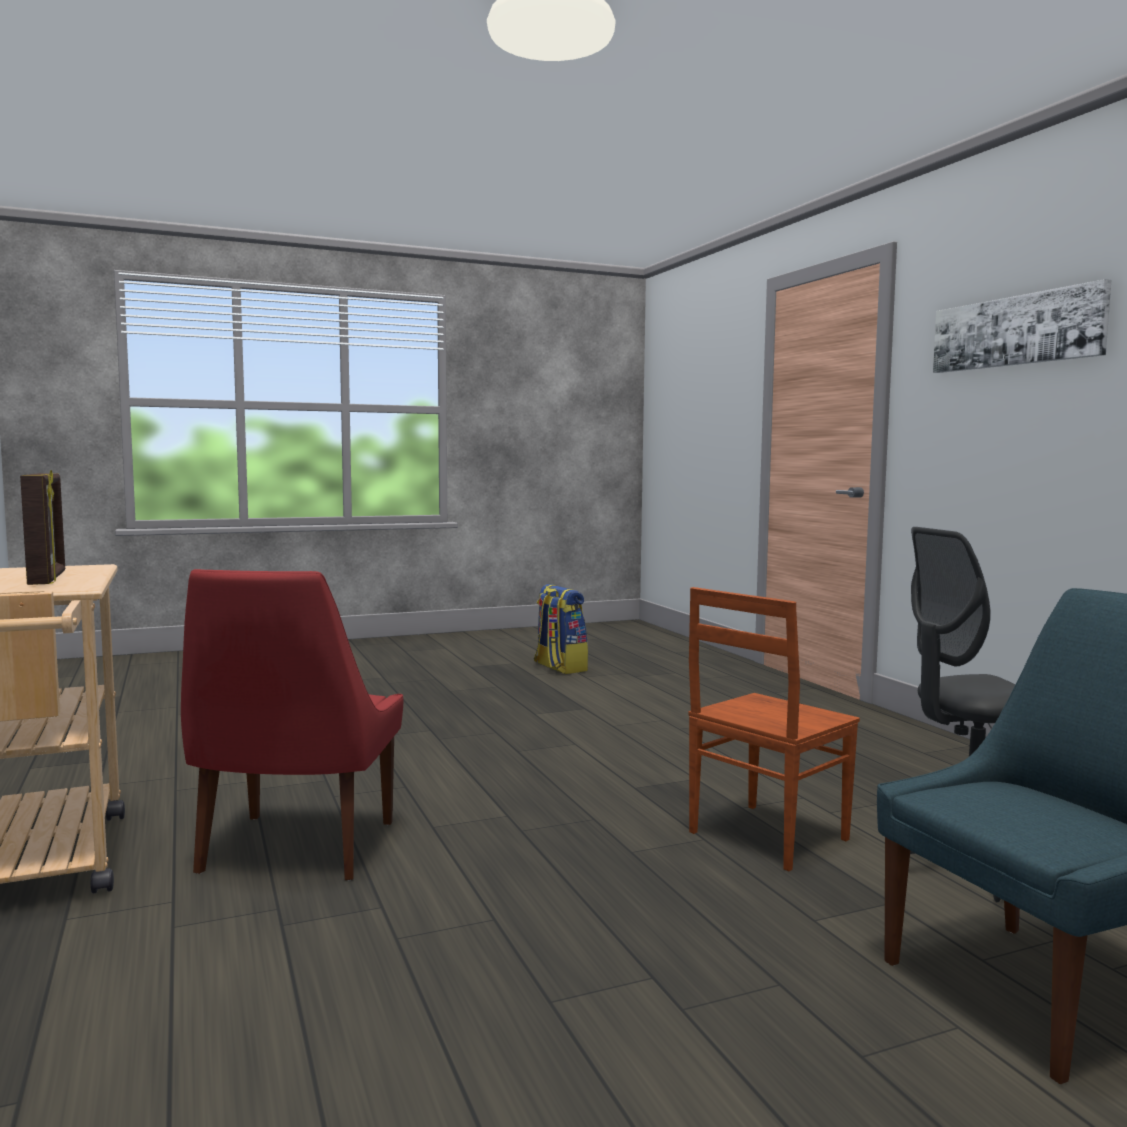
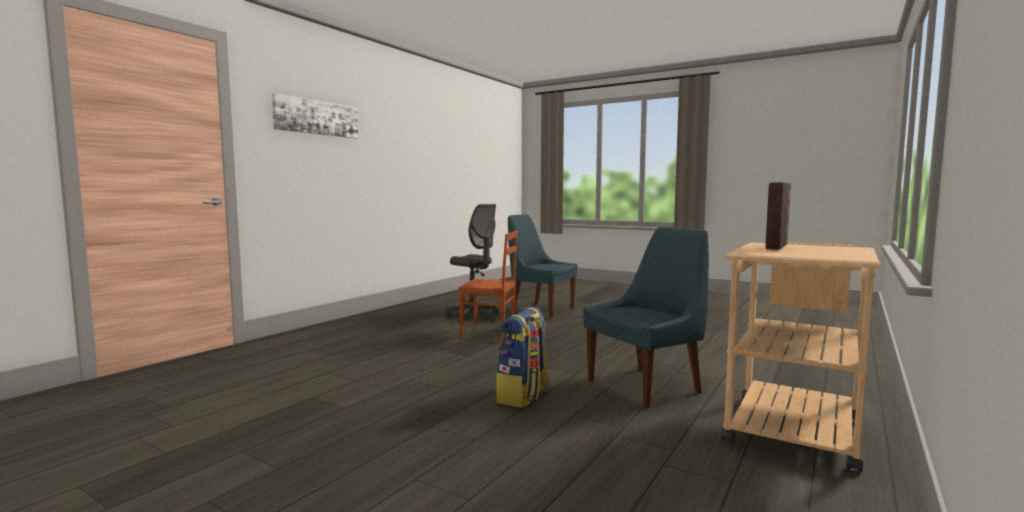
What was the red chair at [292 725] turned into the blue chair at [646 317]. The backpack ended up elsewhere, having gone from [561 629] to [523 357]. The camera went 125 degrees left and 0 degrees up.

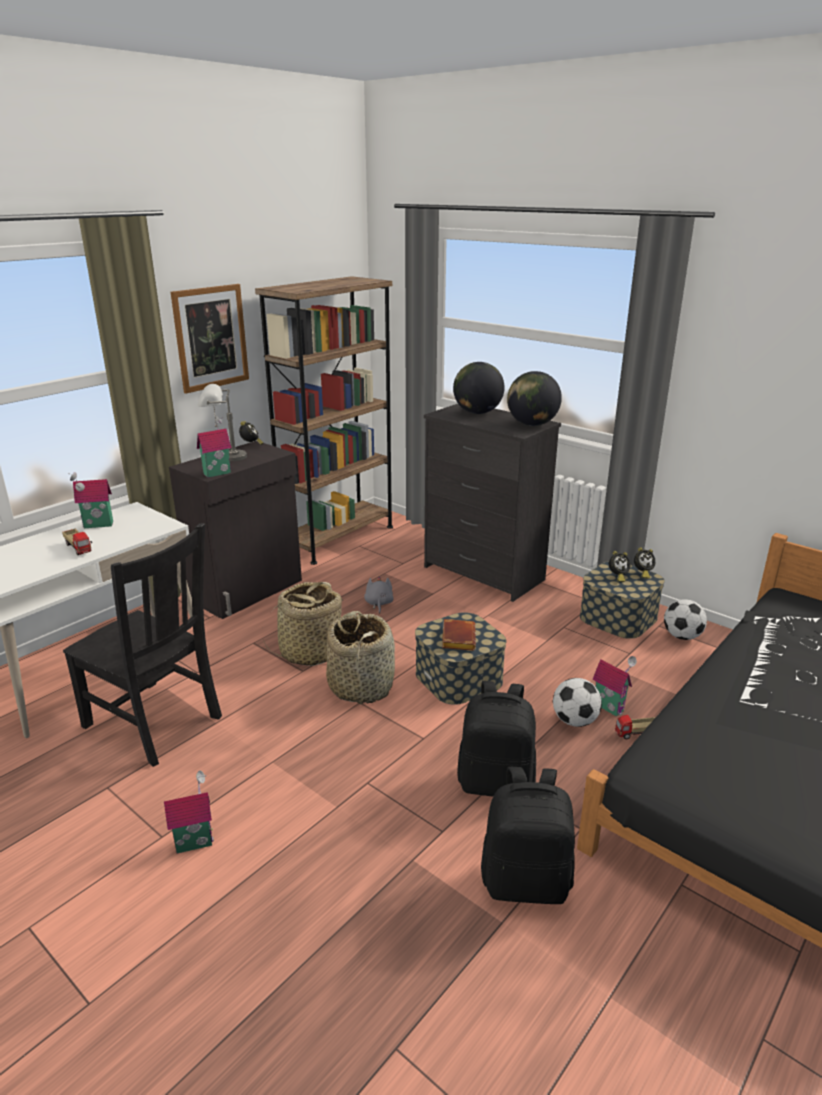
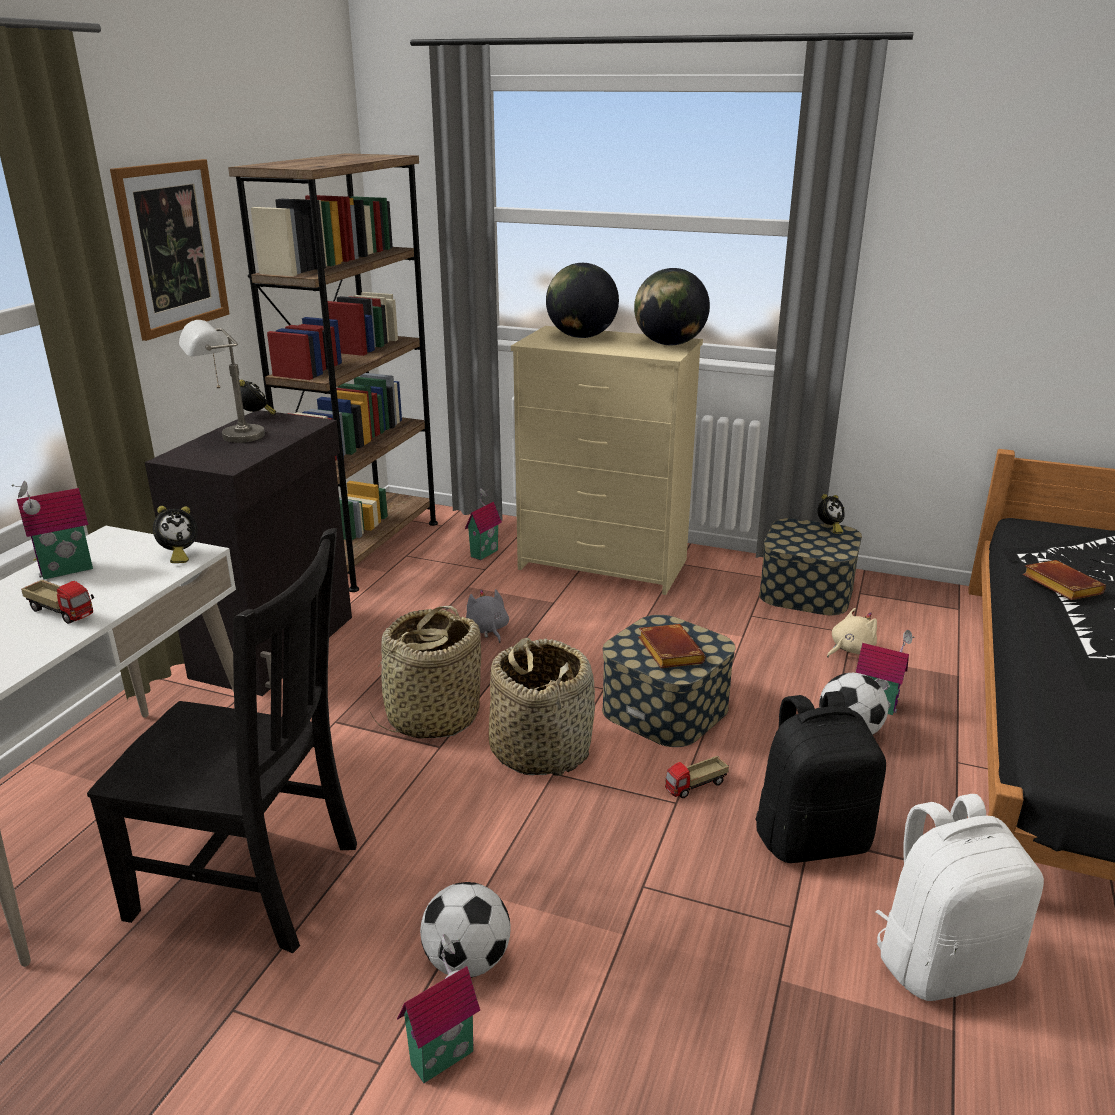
The toy house ended up elsewhere, having gone from [214 447] to [483 524]. What was the black dresser at [492 503] turned into the beige dresser at [607 460]. What was the black backpack at [528 835] turned into the white backpack at [959 897]. The alarm clock ended up elsewhere, having gone from [619 566] to [175 534]. The toy truck ended up elsewhere, having gone from [635 727] to [697 777]. The football ended up elsewhere, having gone from [685 619] to [465 930]. The second view gained the beige plush toy at [852 633]. The second view gained the brown book at [1064 580]. The camera went 20 degrees left and 0 degrees up.

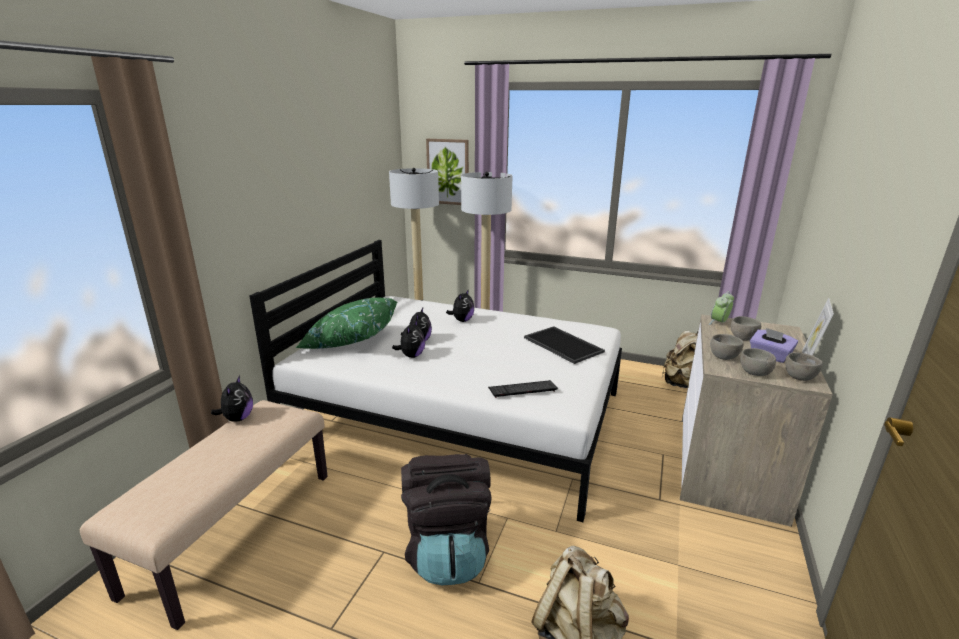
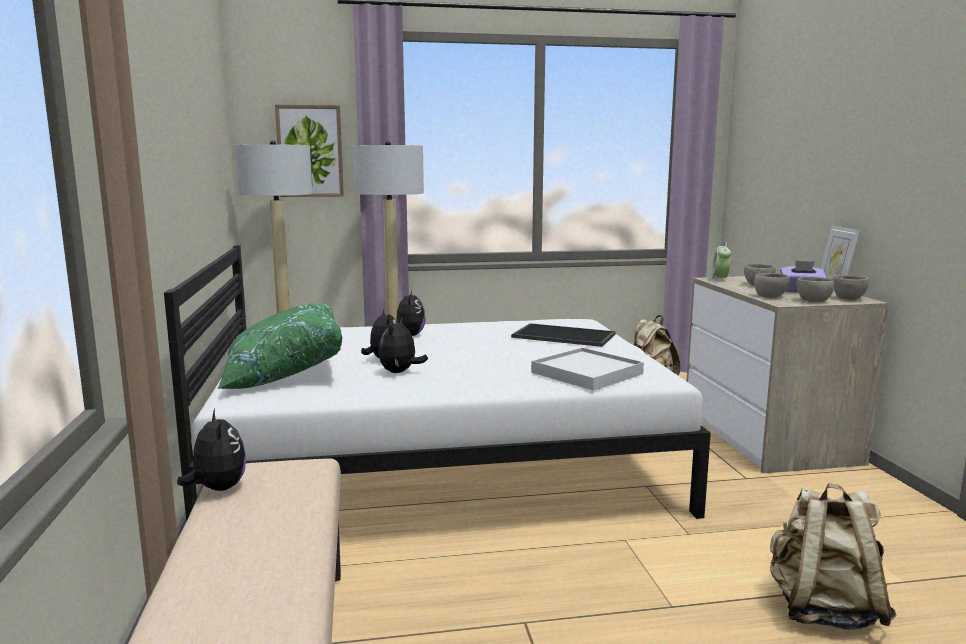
The plush toy at [408 339] ended up facing another way, 150 degrees counterclockwise from before. The second view lost the black backpack at [446 519]. Where the keyboard stood at [523 389], the white tray came to stand at [587 369]. The camera went 30 degrees left and 10 degrees down.

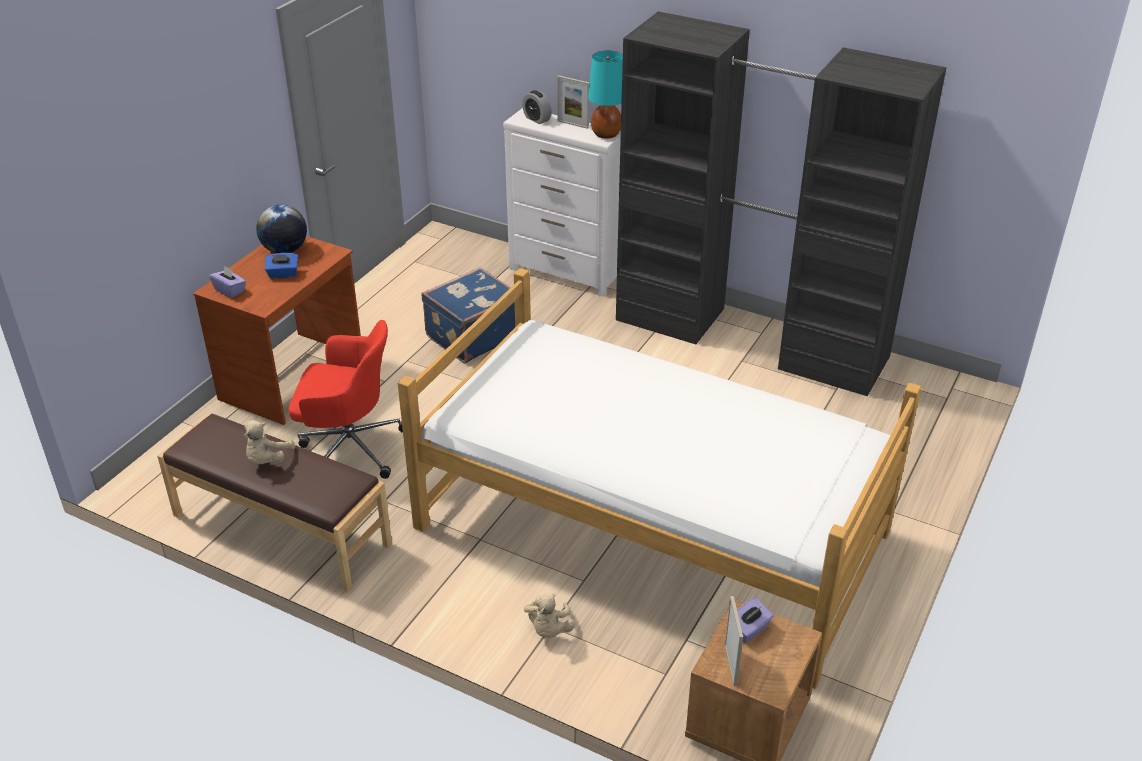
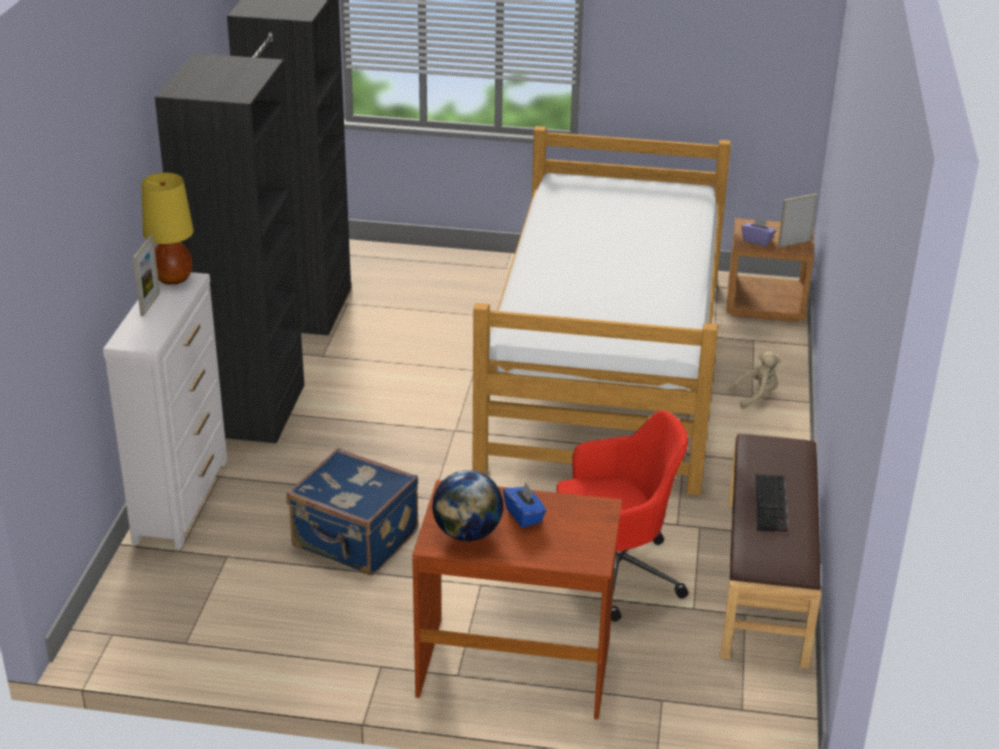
The second view lost the purple tissue box at [227 282]. Where the beige plush toy stood at [269 442], the keyboard came to stand at [771 503]. The red office chair at [346 399] ended up facing another way, 90 degrees clockwise from before. The second view lost the alarm clock at [537 107]. What was the turquoise table lamp at [605 94] turned into the yellow table lamp at [168 229]. The camera went 110 degrees left and 5 degrees down.

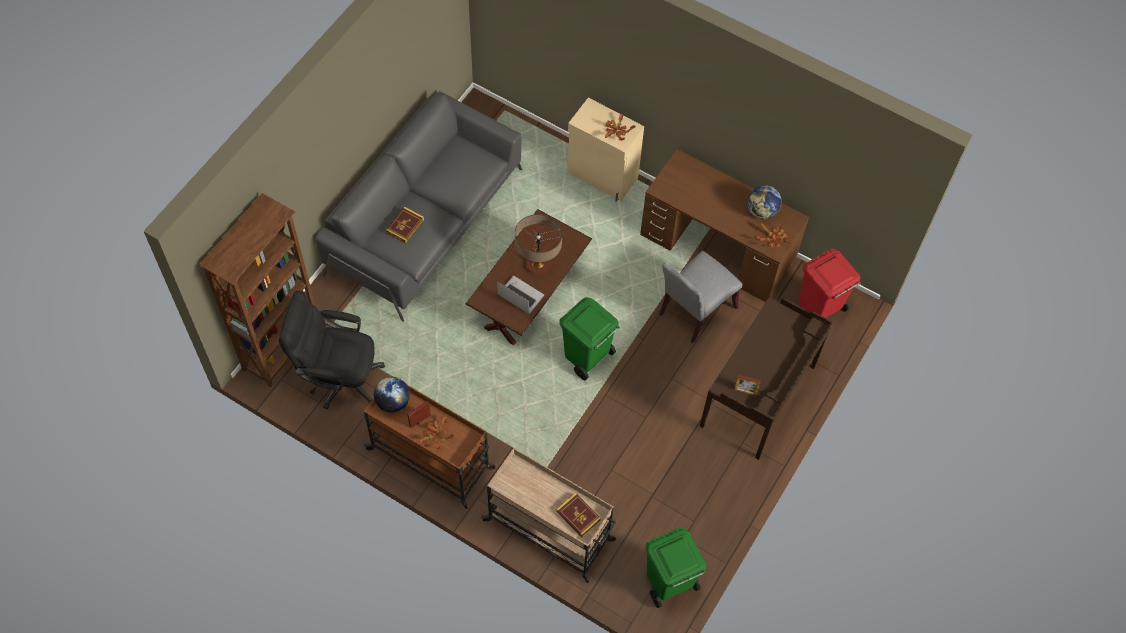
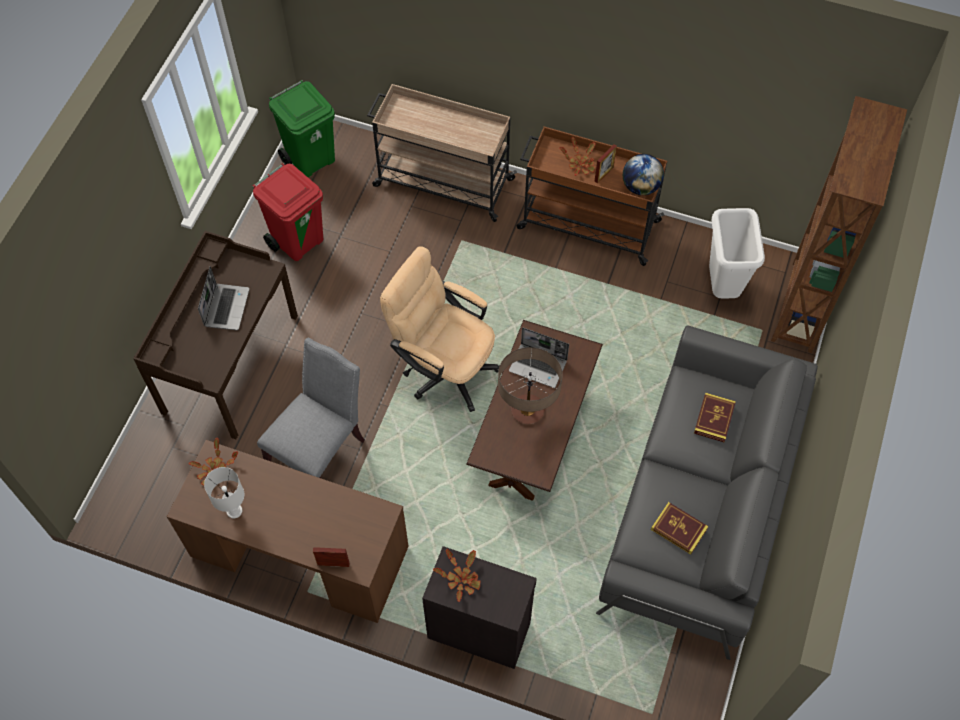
Where the black office chair stood at [332 349], the white trash can came to stand at [737 253]. The book ended up elsewhere, having gone from [578 515] to [680 528]. Where the green trash can stood at [589 338], the beige office chair came to stand at [439 329]. What was the beige cabinet at [605 150] turned into the black cabinet at [479 607]. The picture frame ended up elsewhere, having gone from [747 385] to [331 557]. Where the globe stood at [765 202], the white table lamp came to stand at [224 492]. The red trash can ended up elsewhere, having gone from [829 283] to [287 212]. The second view gained the laptop at [223 298]. The camera went 170 degrees right and 0 degrees up.

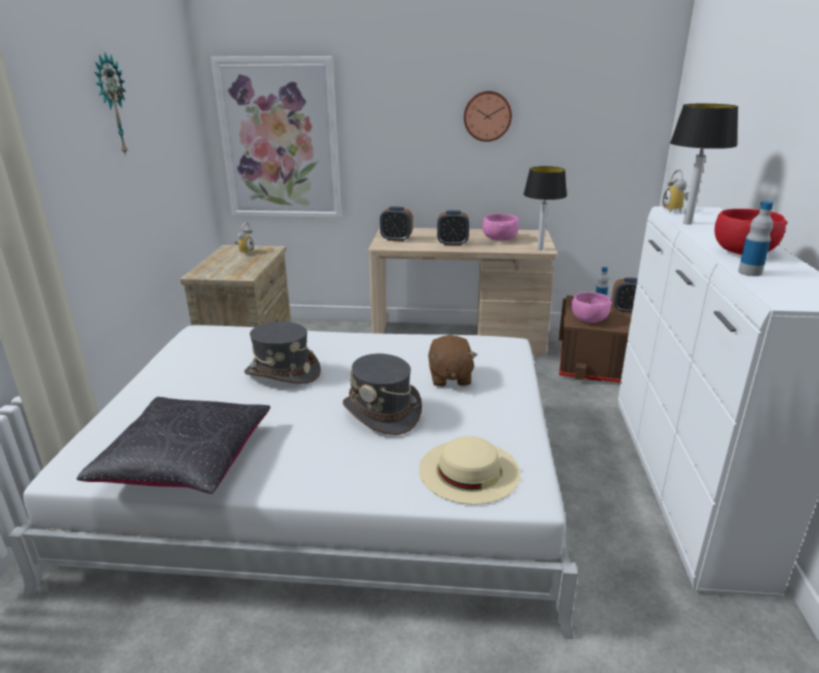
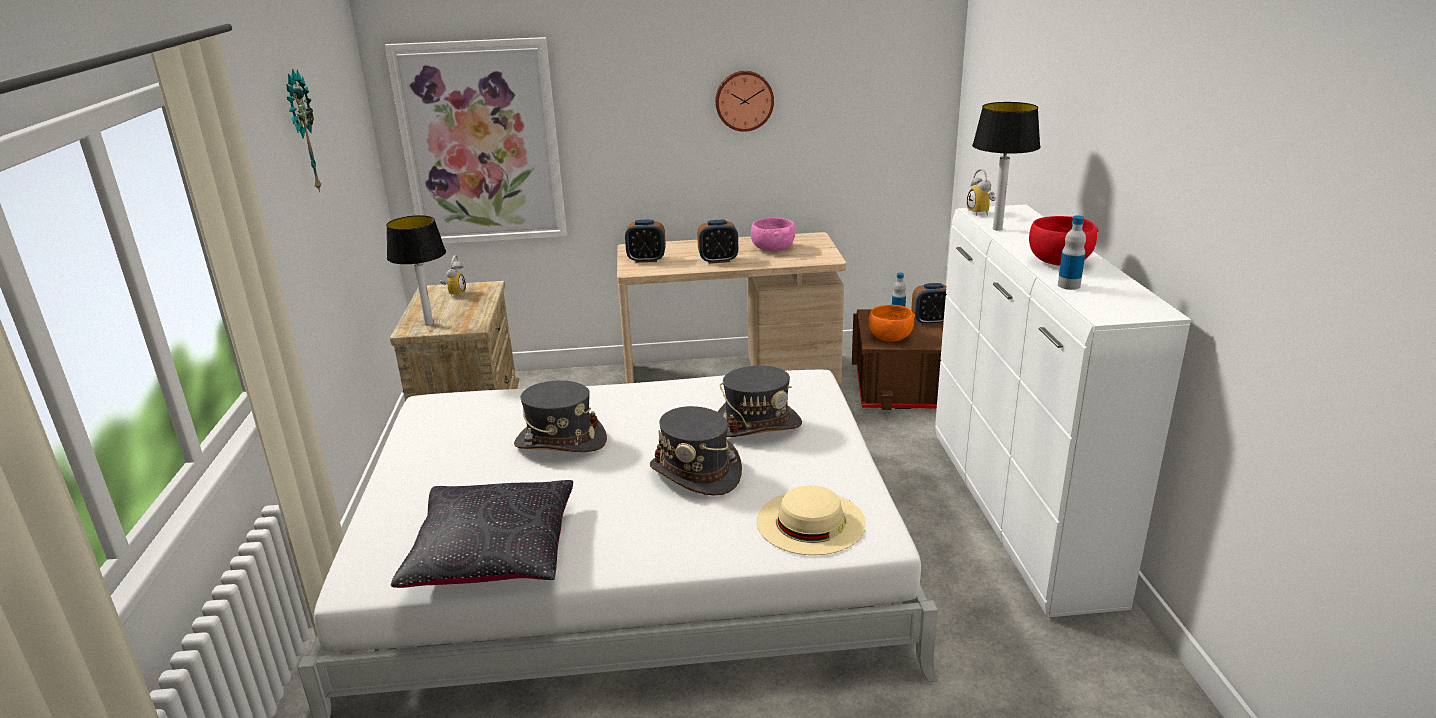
Where the brown plush toy stood at [452 361], the grey hat came to stand at [760 401]. The table lamp ended up elsewhere, having gone from [545 208] to [416 270]. What was the pink bowl at [592 307] turned into the orange bowl at [892 323]. The camera went 10 degrees left and 0 degrees up.

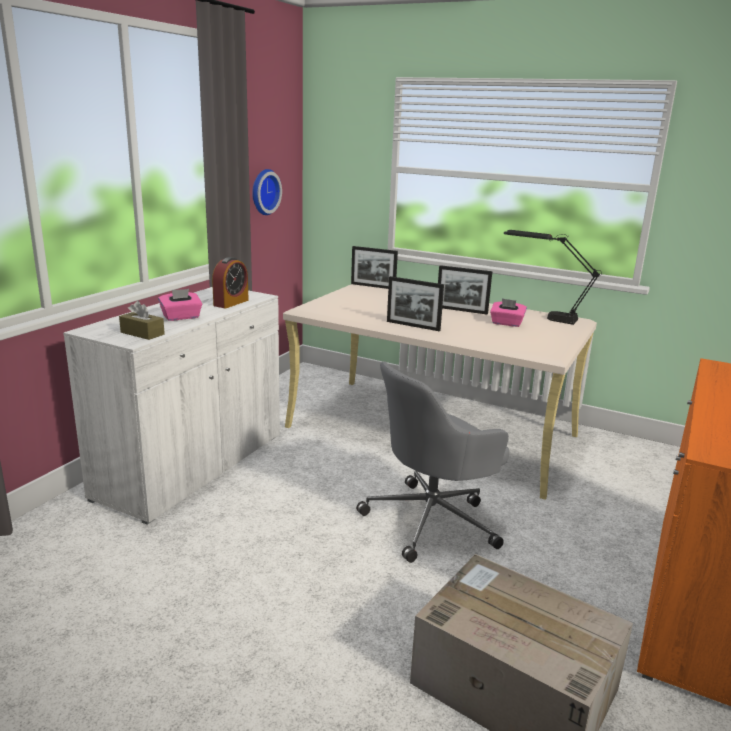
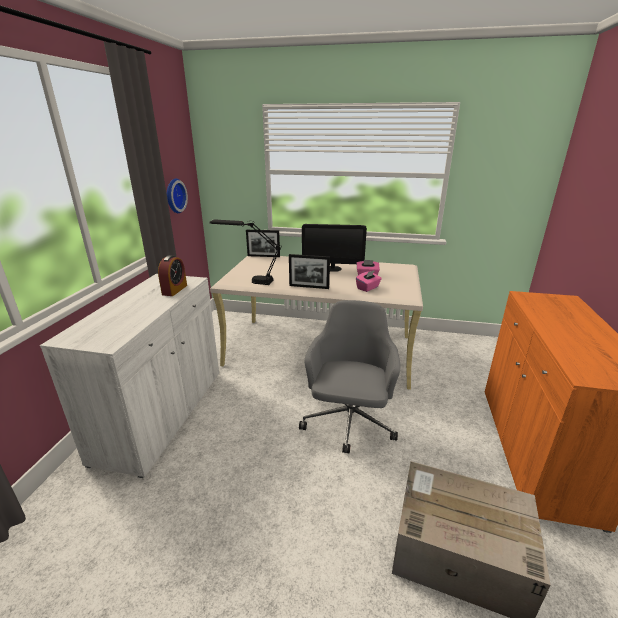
The second view lost the brown tissue box at [142 320]. The pink tissue box ended up elsewhere, having gone from [180 305] to [369 281]. The grey office chair at [433 462] ended up facing another way, 150 degrees clockwise from before. Where the picture frame stood at [465 289], the monitor came to stand at [334 248]. The black table lamp ended up elsewhere, having gone from [553 277] to [245 252]. The camera went 15 degrees left and 5 degrees up.

